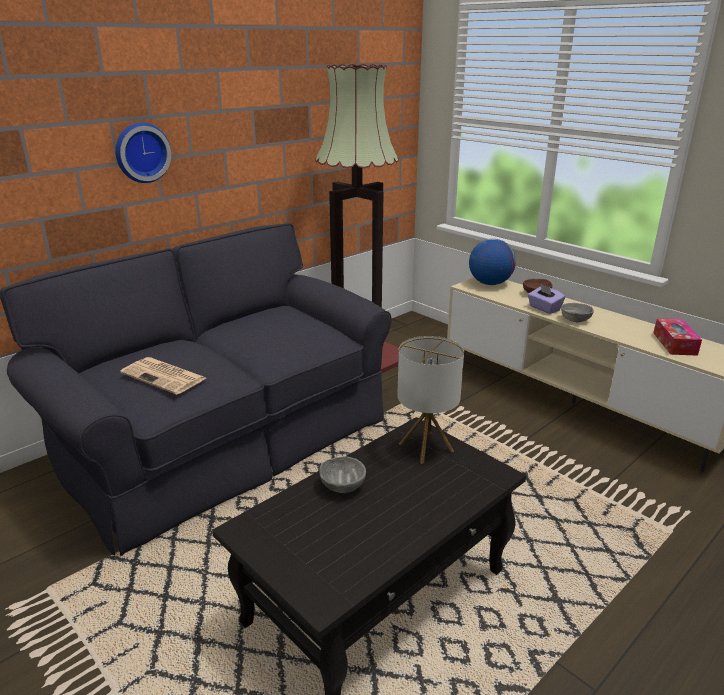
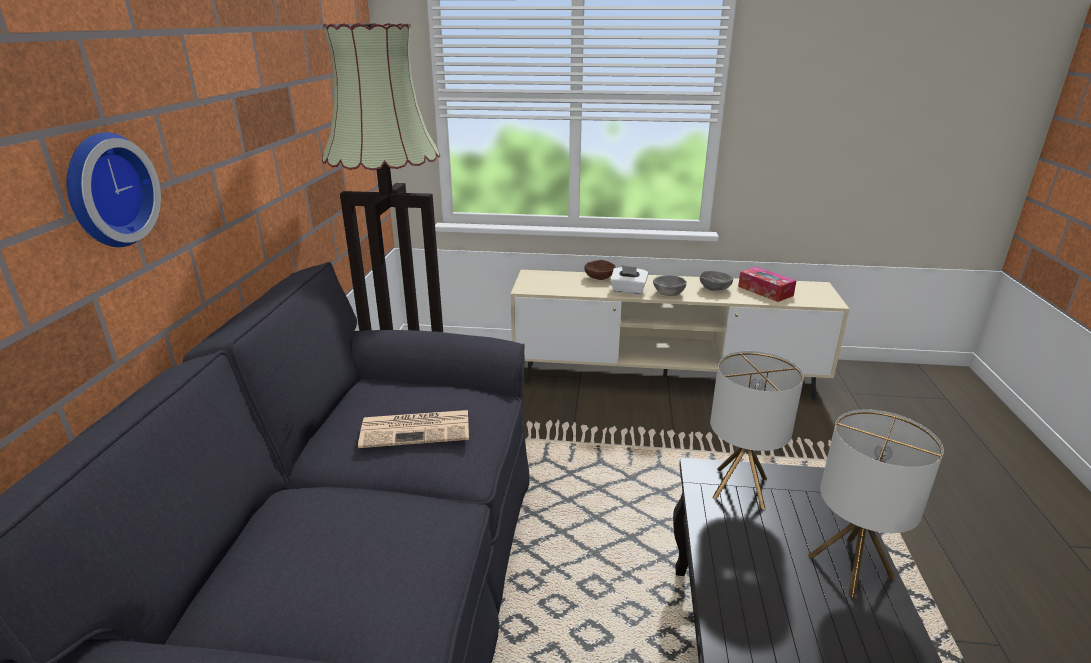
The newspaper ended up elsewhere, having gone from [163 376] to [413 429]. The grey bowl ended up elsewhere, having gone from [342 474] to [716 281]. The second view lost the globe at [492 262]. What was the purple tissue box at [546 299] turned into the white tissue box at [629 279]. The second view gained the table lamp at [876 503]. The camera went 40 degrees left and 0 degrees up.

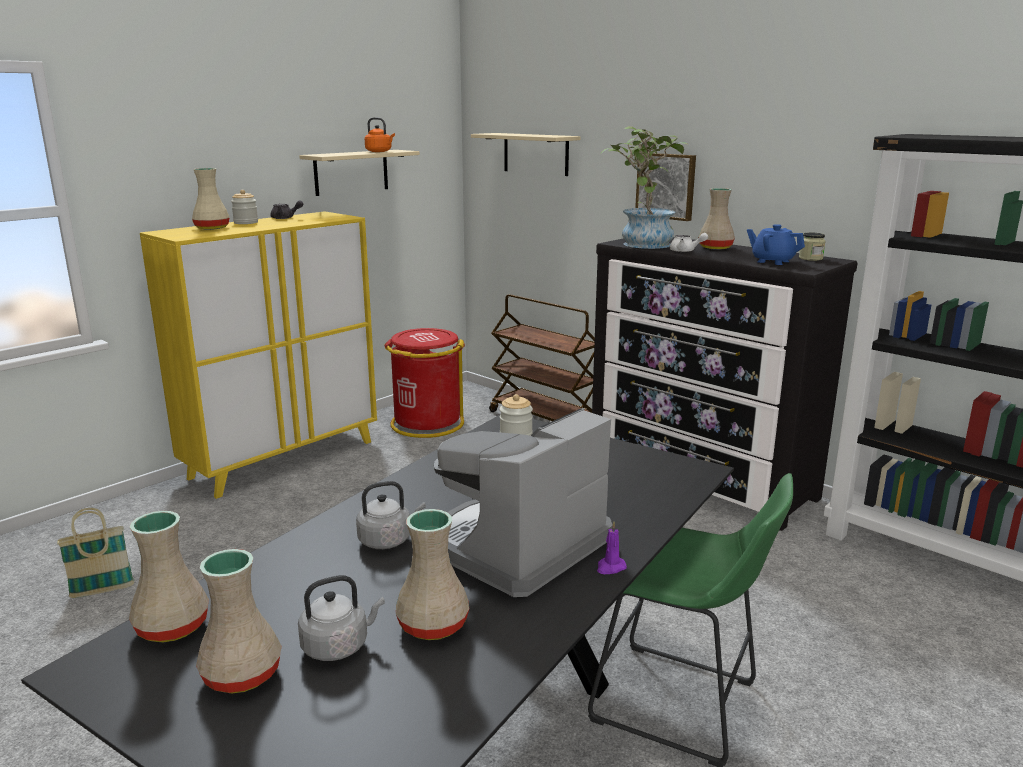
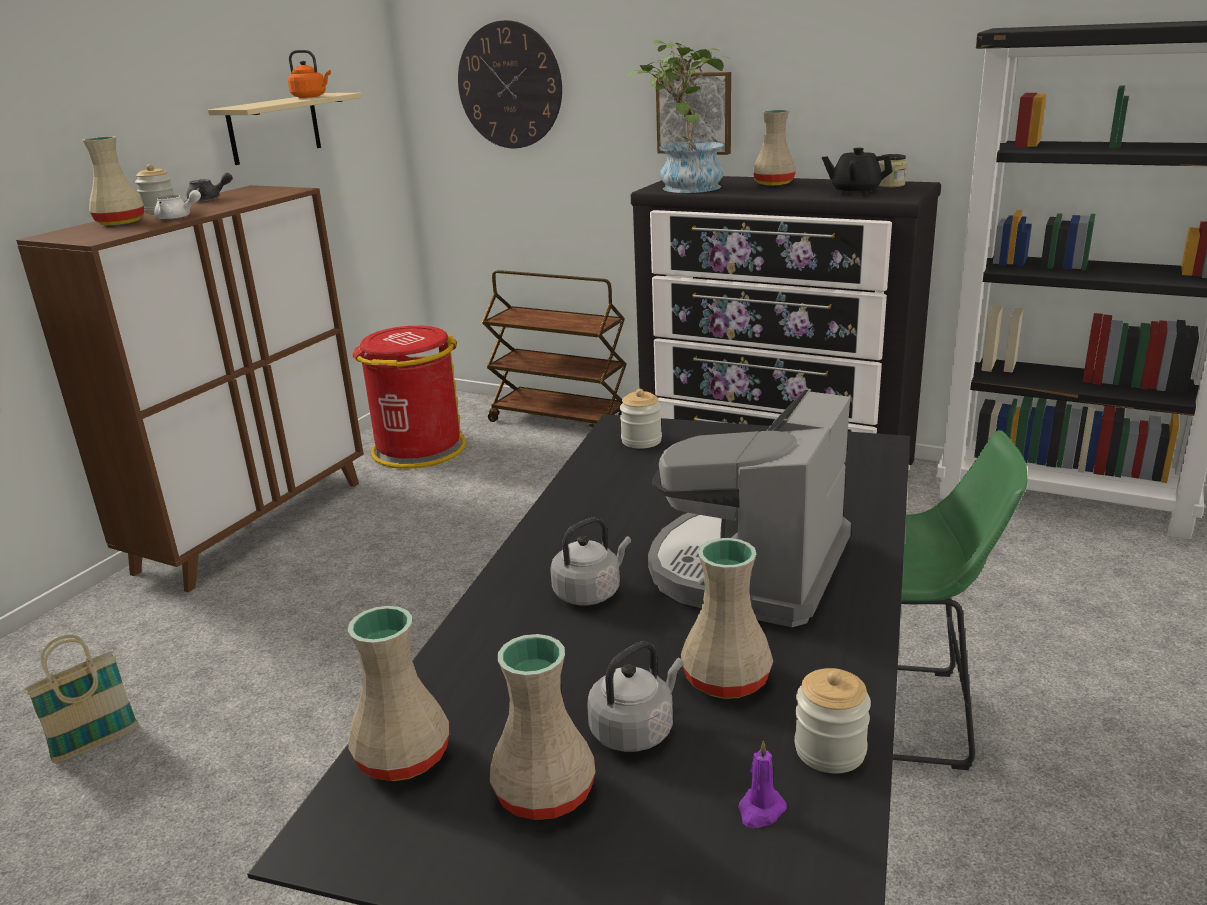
What was the yellow cabinet at [258 355] turned into the brown cabinet at [190 388]. Where the beige shelf hung at [525 154], the wall clock came to hang at [510 84]. The purple candle ended up elsewhere, having gone from [612 547] to [762 784]. The white teapot ended up elsewhere, having gone from [689 242] to [177 205]. What was the blue teapot at [776 244] turned into the black teapot at [857 172]. The second view gained the jar at [833 720]. The camera went 15 degrees left and 5 degrees up.

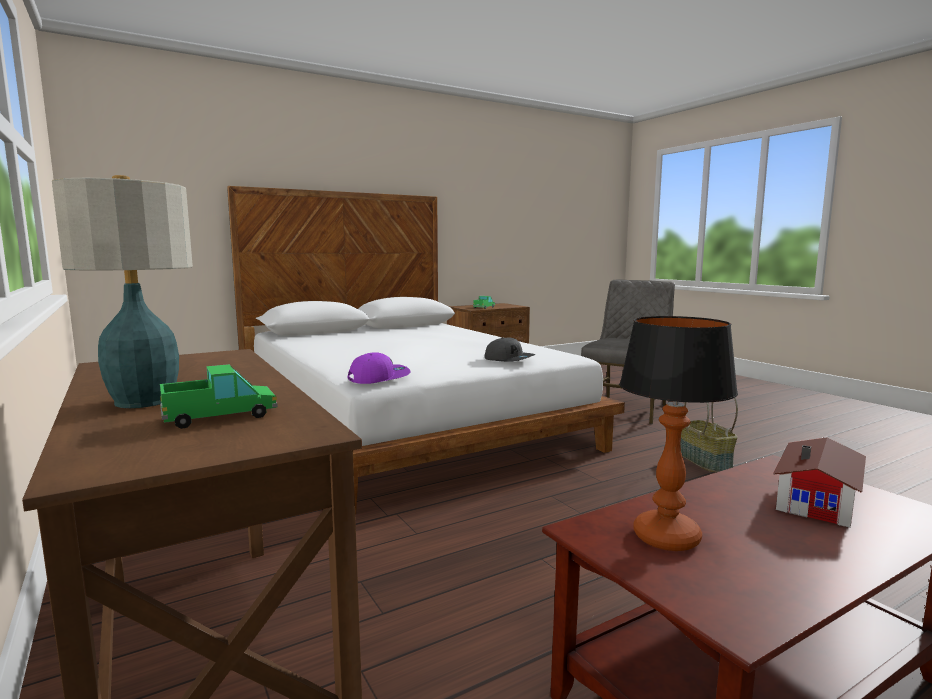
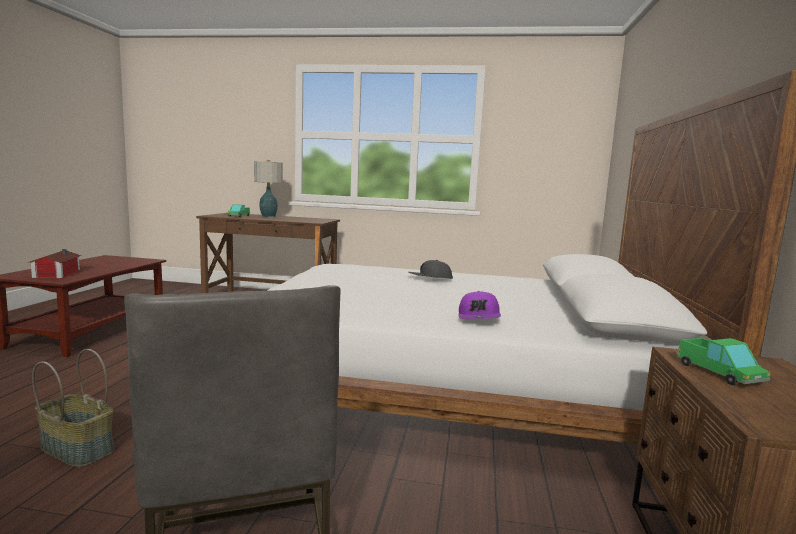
The purple cap ended up elsewhere, having gone from [379 368] to [480 305]. The grey cap ended up elsewhere, having gone from [510 349] to [431 269]. The second view lost the table lamp at [678 433]. The camera went 130 degrees right and 0 degrees up.

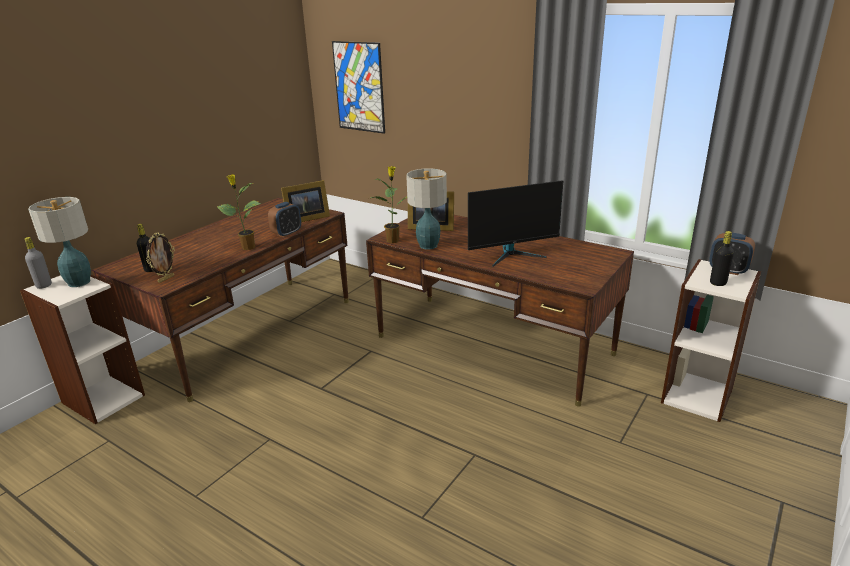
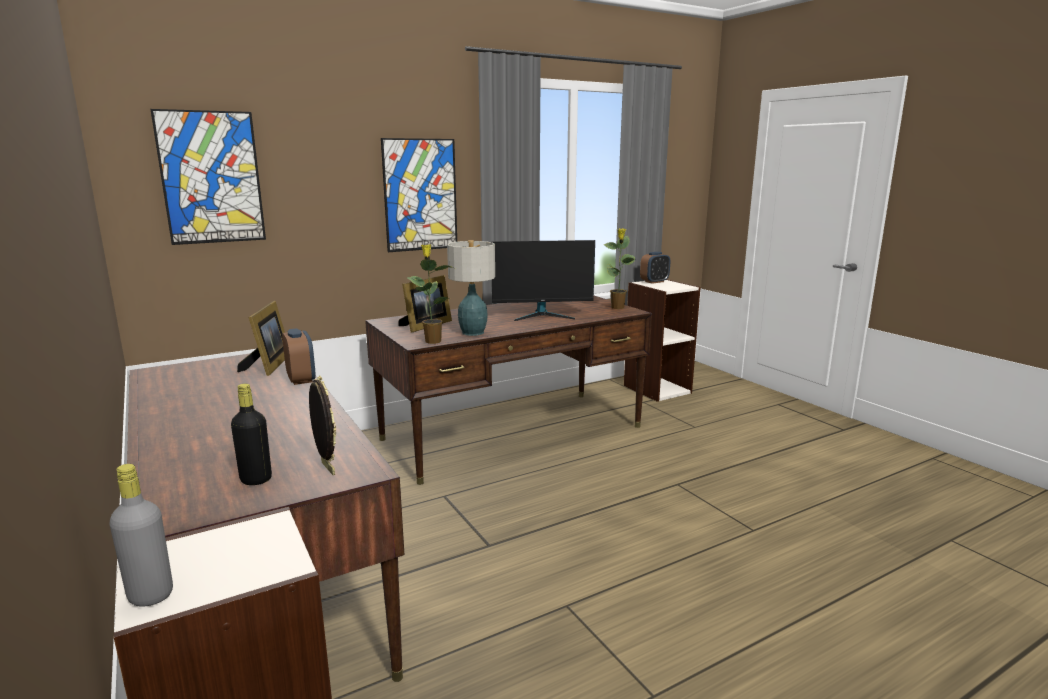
The second view lost the table lamp at [59 242]. The potted plant ended up elsewhere, having gone from [239 212] to [619 268]. The monitor at [515 223] ended up facing another way, 75 degrees clockwise from before. The second view lost the black bottle at [722 258]. The second view gained the picture at [419 195]. The camera went 65 degrees left and 10 degrees down.

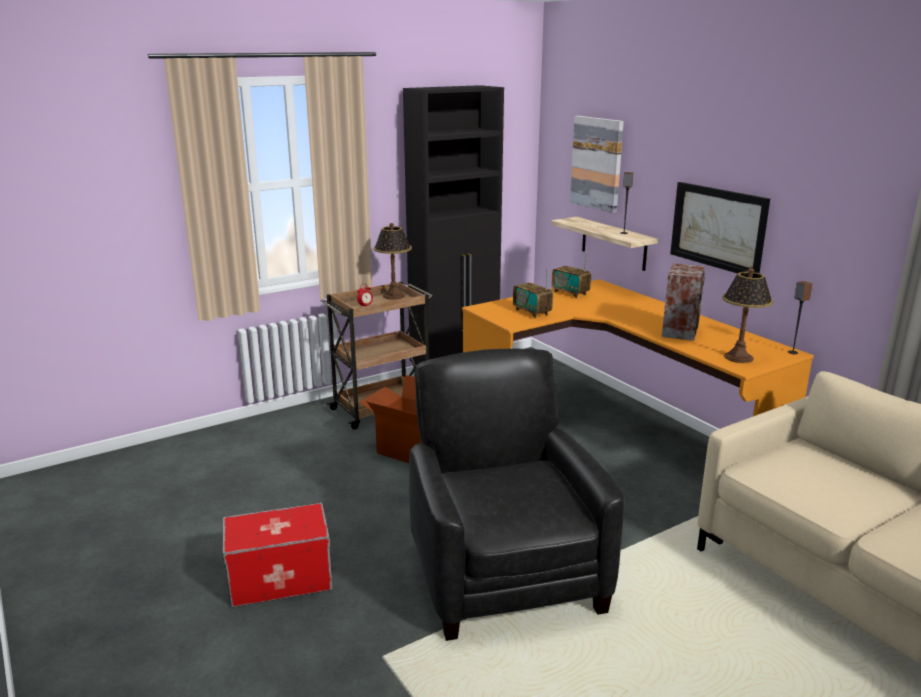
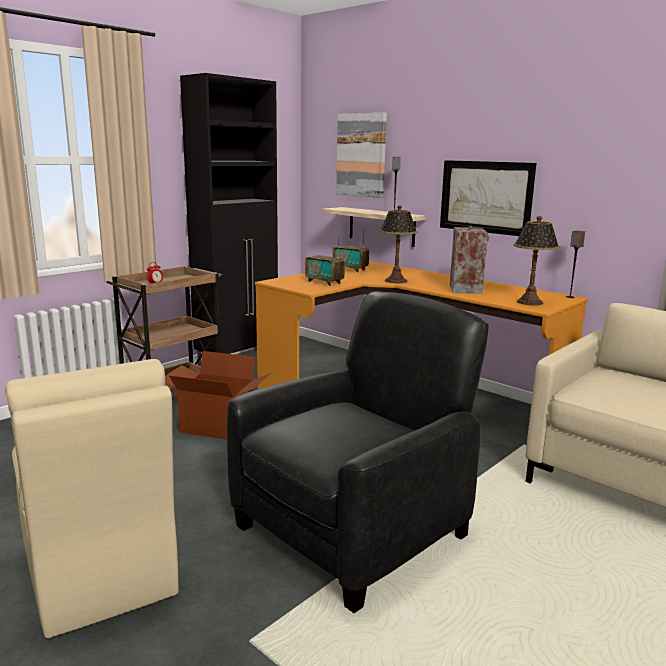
Where the storage box stood at [278 555], the beige chair came to stand at [92 498]. The table lamp ended up elsewhere, having gone from [392 261] to [398 244]. The black armchair at [516 495] ended up facing another way, 75 degrees clockwise from before. The camera went 15 degrees left and 5 degrees down.

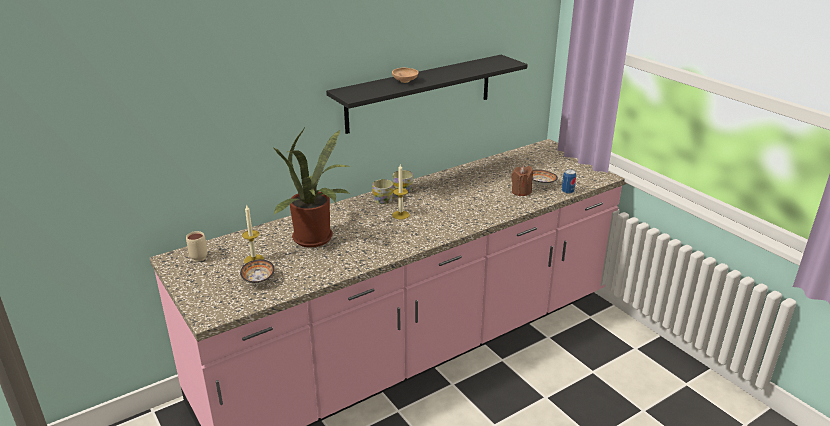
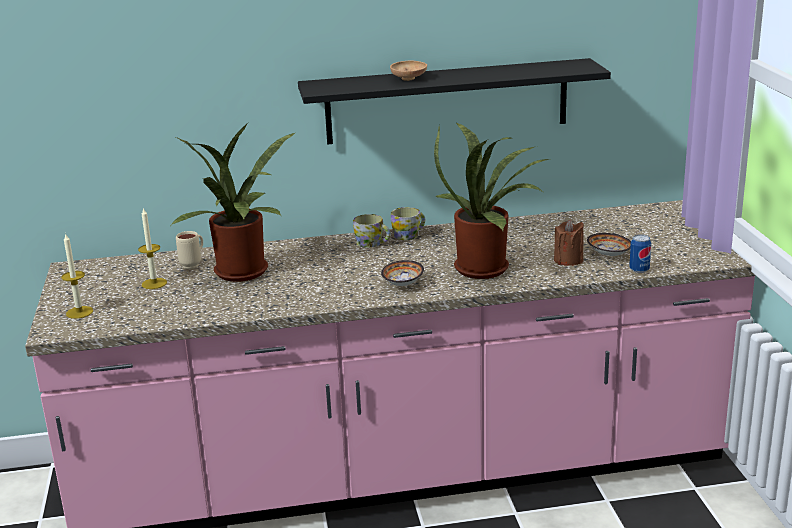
The beige mug ended up elsewhere, having gone from [197 246] to [189 250]. The bowl ended up elsewhere, having gone from [257 271] to [402 273]. The candle ended up elsewhere, having gone from [401 192] to [77 276]. The second view gained the potted plant at [492 200]. The camera went 25 degrees right and 5 degrees down.

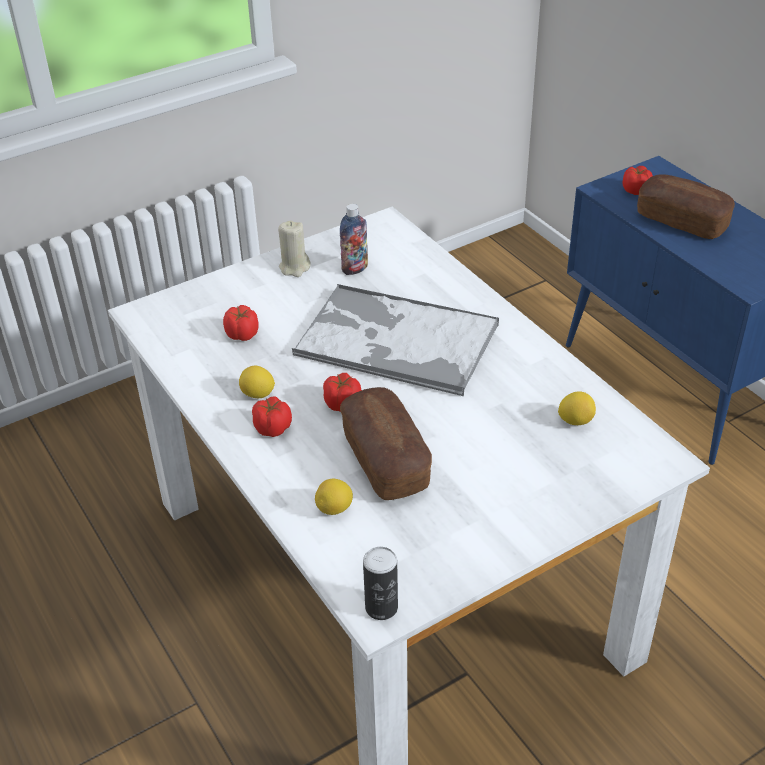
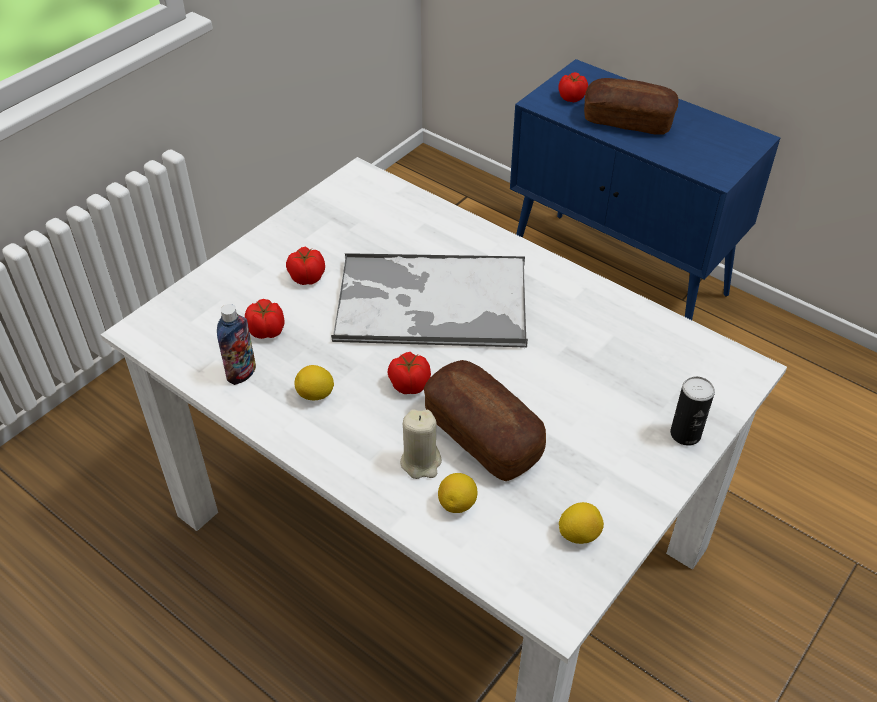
The tomato ended up elsewhere, having gone from [272 416] to [305 265]. The beige candle ended up elsewhere, having gone from [294 249] to [421 444]. The bottle ended up elsewhere, having gone from [354 239] to [236 344]. The can ended up elsewhere, having gone from [380 583] to [692 411]. The lemon ended up elsewhere, having gone from [577 408] to [581 523]. The camera went 20 degrees left and 5 degrees up.

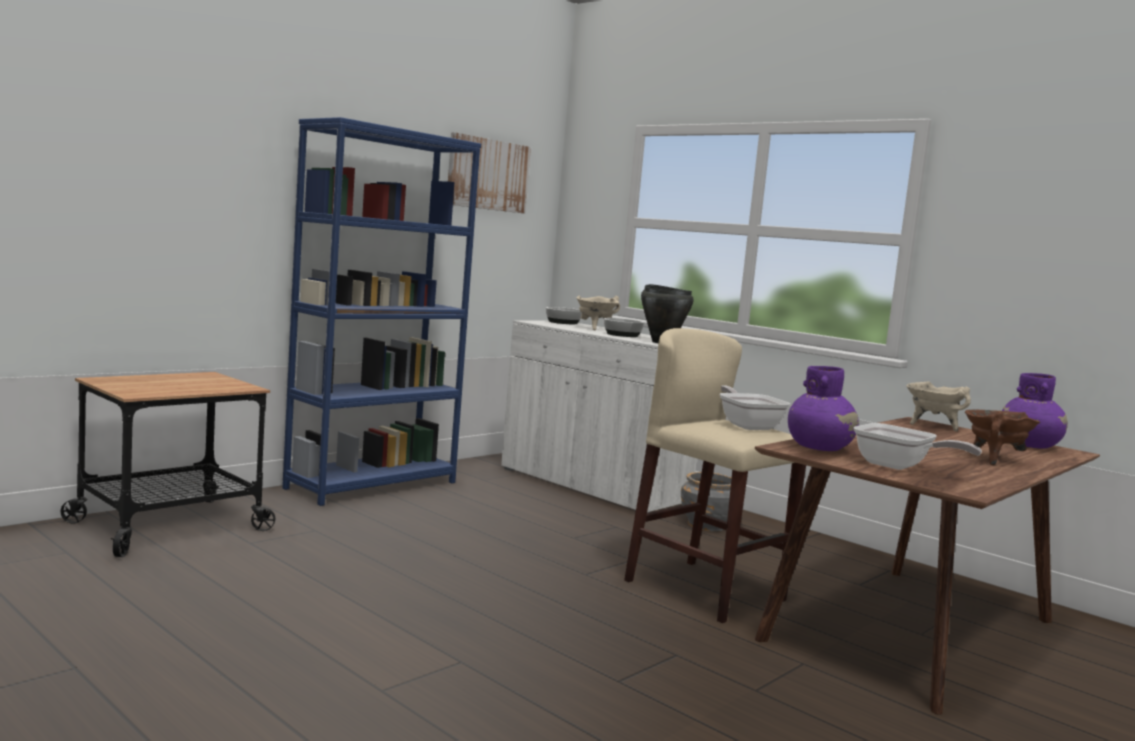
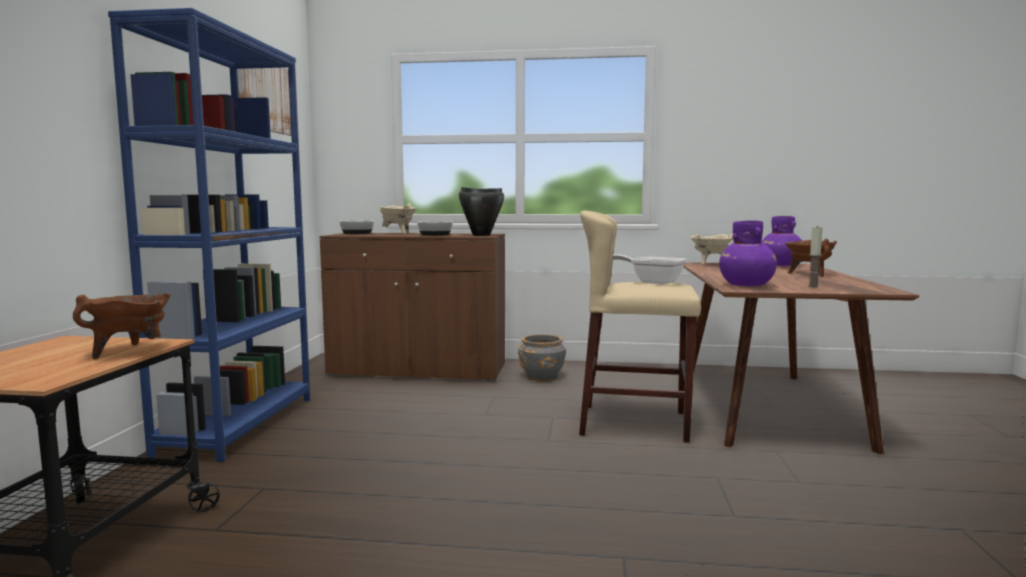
What was the white cabinet at [599 416] turned into the brown cabinet at [412 307]. Where the frying pan stood at [918 446], the candle came to stand at [815 256]. The second view gained the brown cooking pot at [122 326]. The camera went 35 degrees left and 0 degrees up.

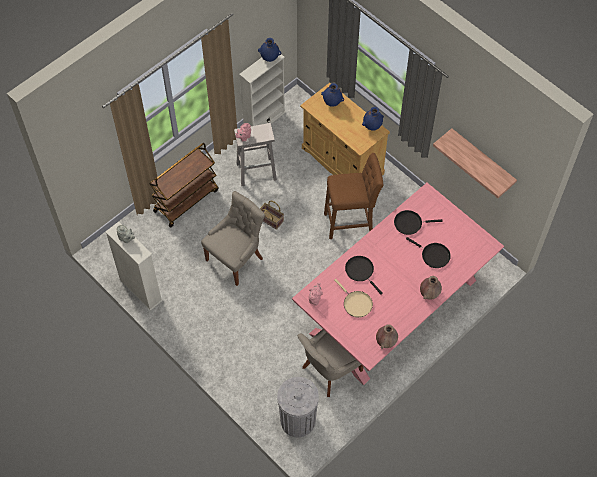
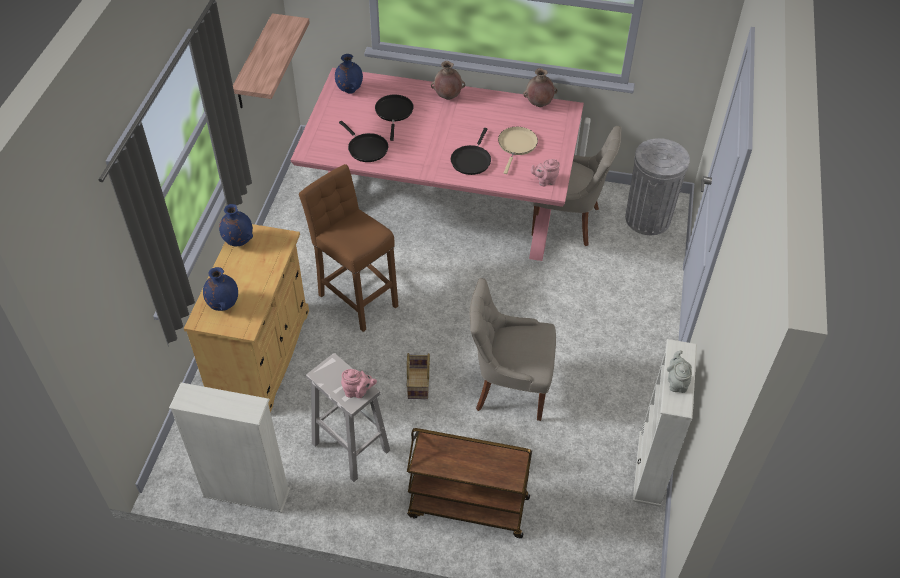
The blue vase ended up elsewhere, having gone from [269 50] to [349 74]. The camera went 125 degrees left and 10 degrees down.

